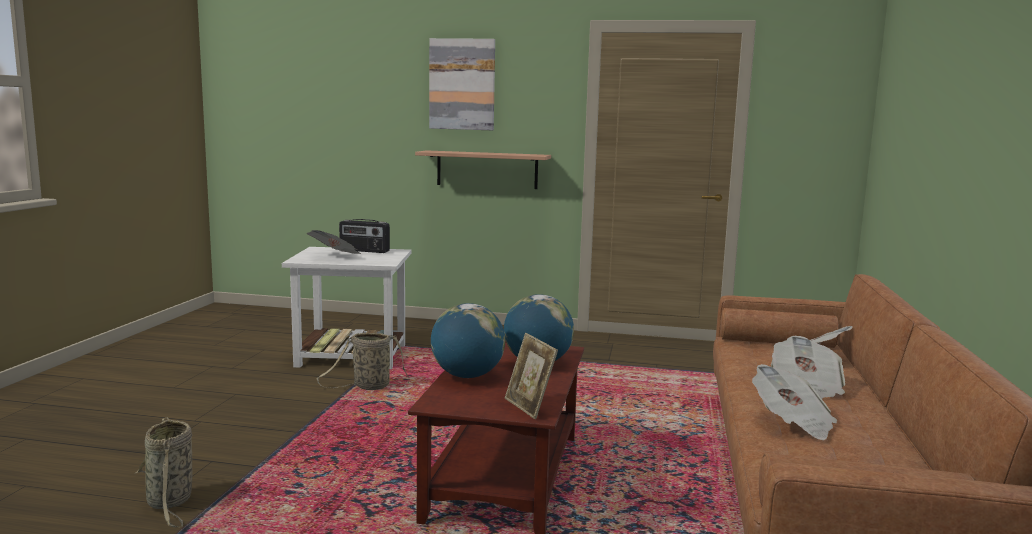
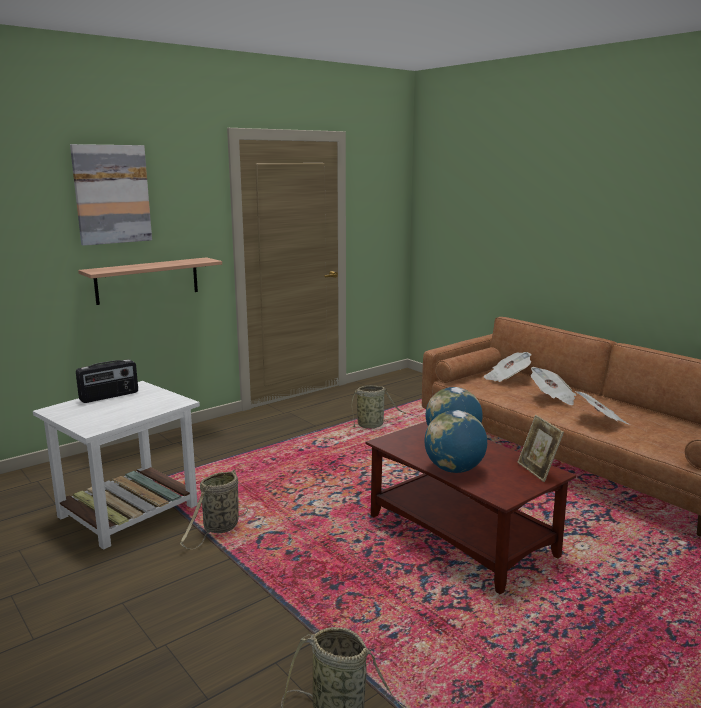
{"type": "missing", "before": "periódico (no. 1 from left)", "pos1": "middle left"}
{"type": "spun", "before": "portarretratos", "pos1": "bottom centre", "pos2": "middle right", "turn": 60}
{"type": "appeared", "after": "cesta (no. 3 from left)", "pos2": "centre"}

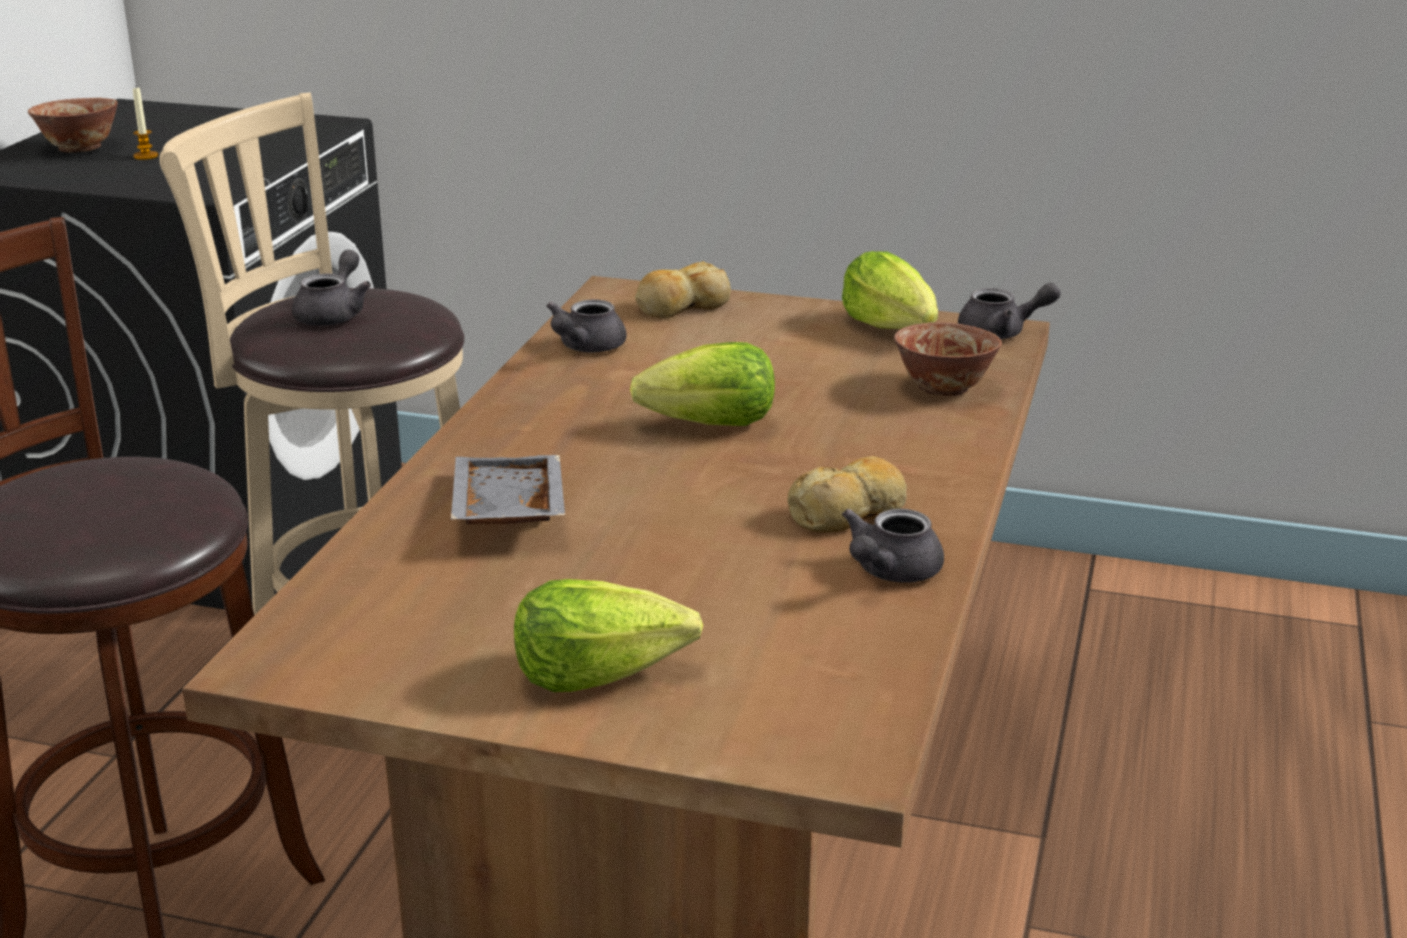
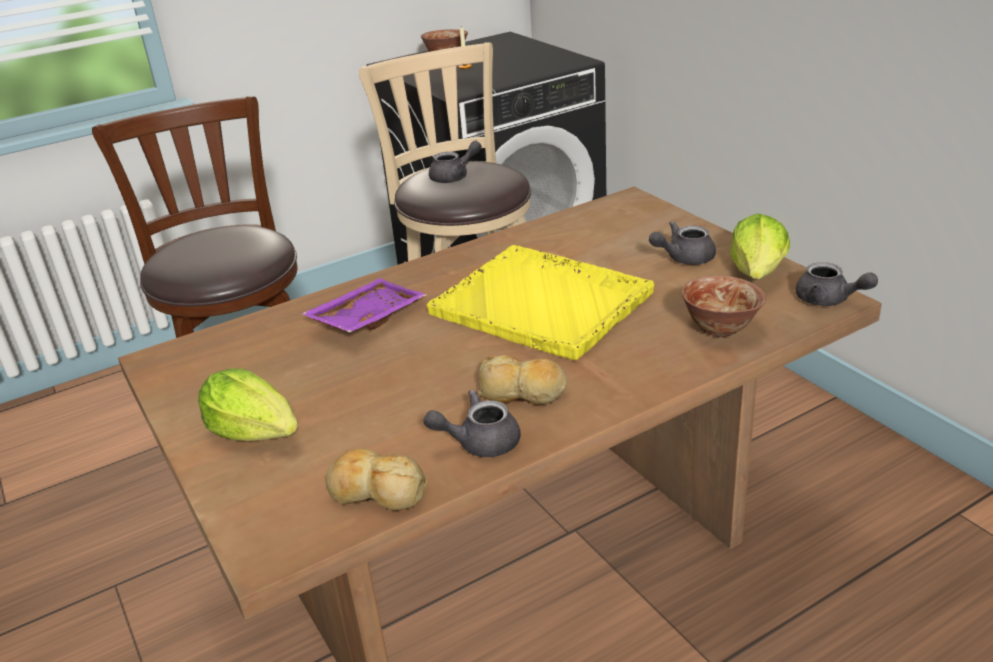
{"type": "colour", "before": "bandeja (gris)", "after": "bandeja (morado)", "pos1": "centre", "pos2": "centre"}
{"type": "relocated", "before": "tetera (gris) (no. 2 from left in the first image)", "after": "tetera (gris) (no. 3 from left)", "pos1": "centre", "pos2": "middle right"}
{"type": "exchanged", "before": "lechuga (no. 2 from left)", "after": "bandeja (amarillo)", "pos1": "centre", "pos2": "centre"}
{"type": "relocated", "before": "pan (no. 1 from left)", "pos1": "top centre", "pos2": "bottom centre"}

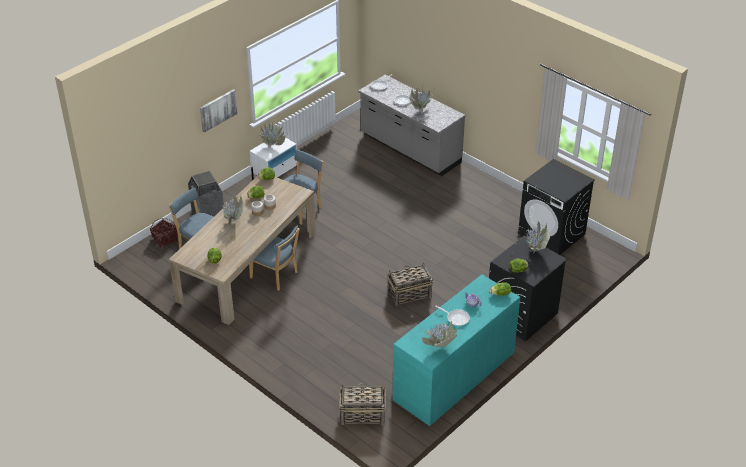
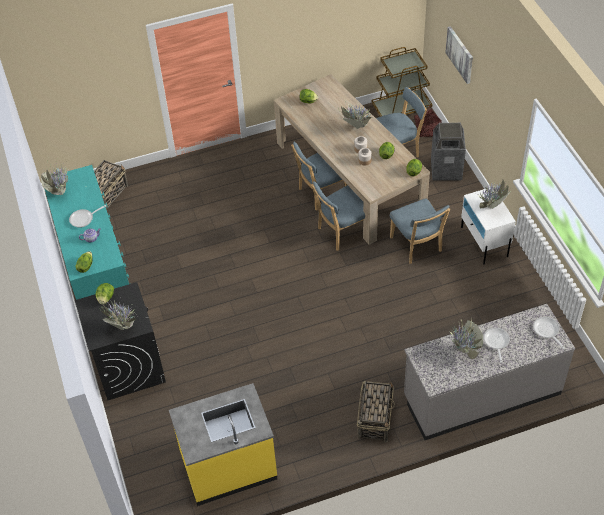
{"type": "relocated", "before": "cuadro", "pos1": "top left", "pos2": "top right"}
{"type": "relocated", "before": "cesta (no. 3 from left in the first image)", "after": "cesta (no. 2 from left)", "pos1": "centre", "pos2": "bottom centre"}
{"type": "exchanged", "before": "lavadora (negro) (no. 2 from left)", "after": "mueble bajo de cocina (amarillo)", "pos1": "middle right", "pos2": "bottom centre"}
{"type": "appeared", "after": "silla (azul) (no. 2 from left)", "pos2": "centre"}
{"type": "appeared", "after": "carrito (marrón)", "pos2": "top centre"}

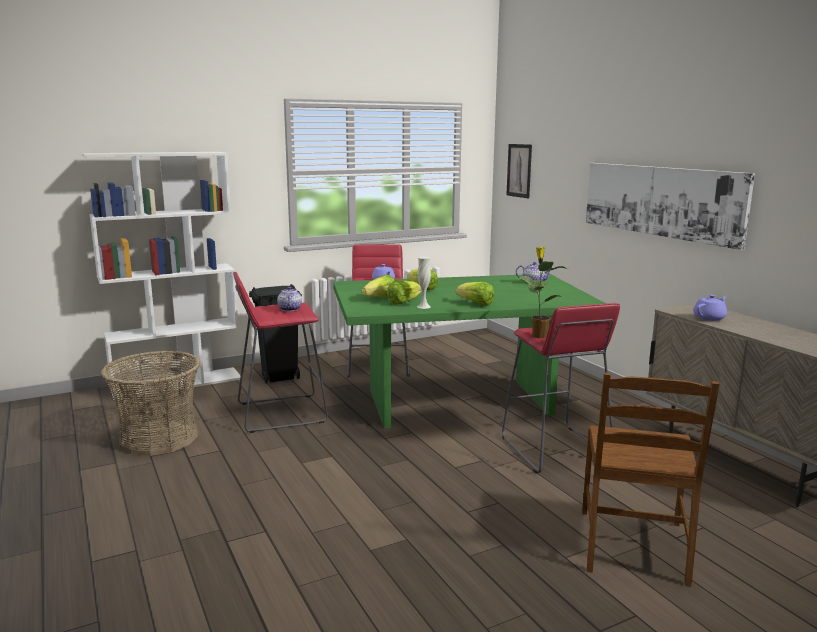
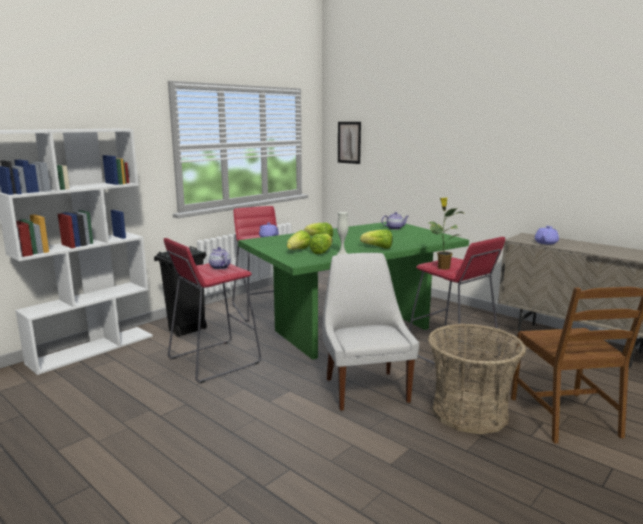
{"type": "relocated", "before": "cesta", "pos1": "middle left", "pos2": "bottom right"}
{"type": "missing", "before": "cuadro (no. 2 from left)", "pos1": "top right"}
{"type": "appeared", "after": "silla (blanco)", "pos2": "centre"}

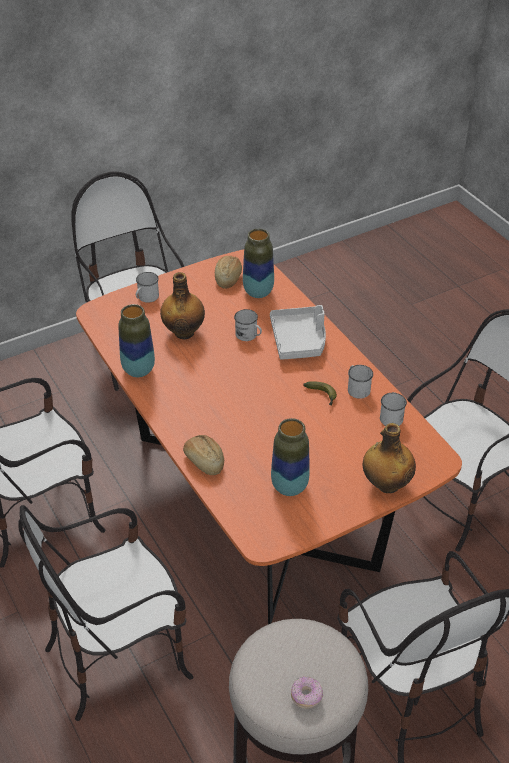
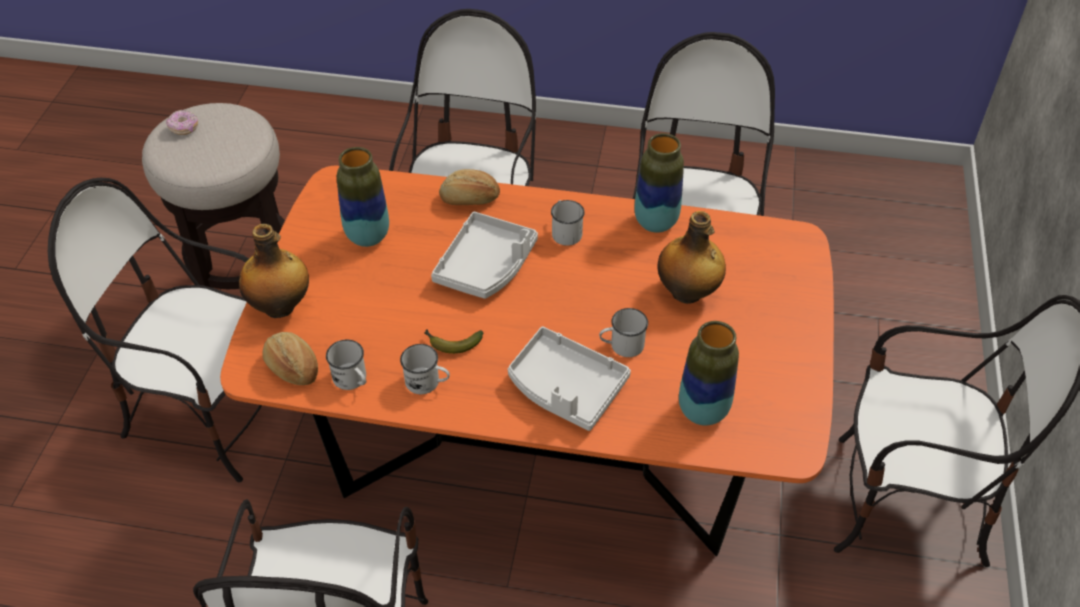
{"type": "relocated", "before": "taza grande (blanco) (no. 1 from left in the first image)", "after": "taza grande (blanco) (no. 3 from left)", "pos1": "middle left", "pos2": "centre"}
{"type": "relocated", "before": "pan (no. 2 from left in the first image)", "after": "pan (no. 1 from left)", "pos1": "centre", "pos2": "middle left"}
{"type": "appeared", "after": "bandeja (gris) (no. 1 from left)", "pos2": "centre"}

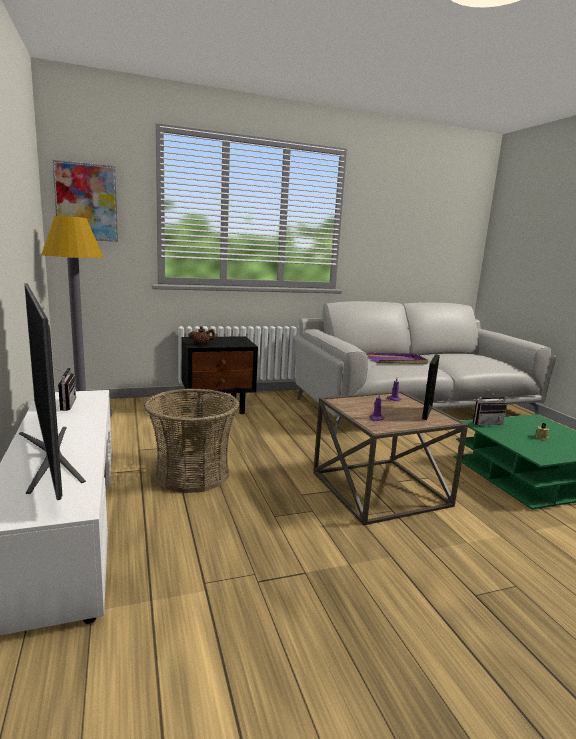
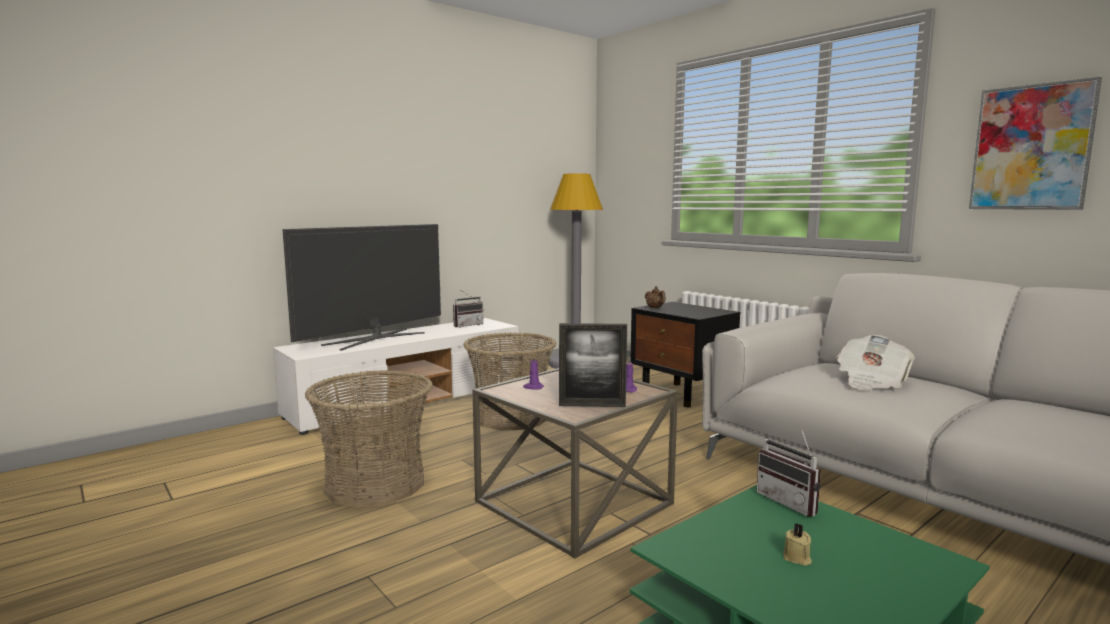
{"type": "relocated", "before": "cuadro", "pos1": "top left", "pos2": "top right"}
{"type": "exchanged", "before": "bandeja (morado)", "after": "periódico", "pos1": "middle right", "pos2": "middle right"}
{"type": "appeared", "after": "cesta (no. 1 from left)", "pos2": "bottom left"}

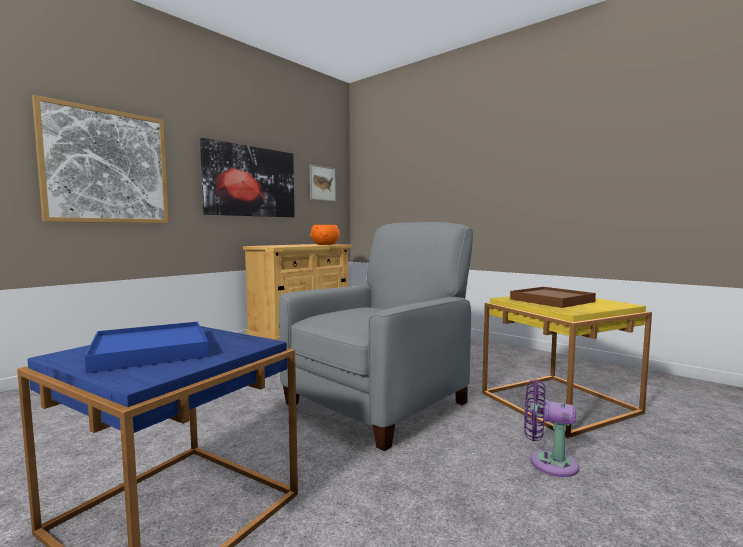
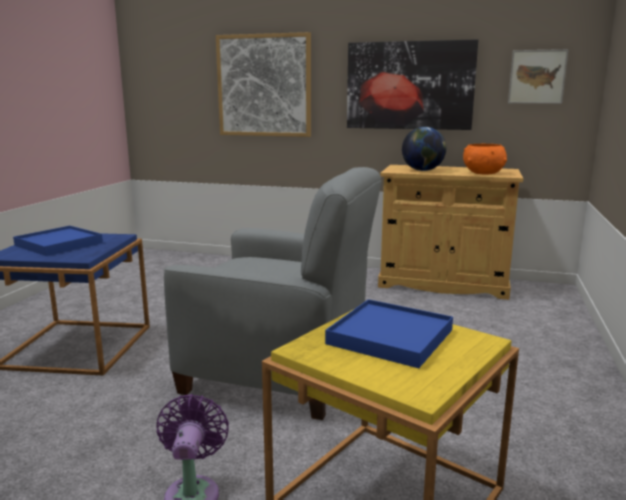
{"type": "colour", "before": "bandeja (marrón)", "after": "bandeja (azul) (no. 2 from left)", "pos1": "middle right", "pos2": "centre"}
{"type": "appeared", "after": "globo terráqueo", "pos2": "top right"}

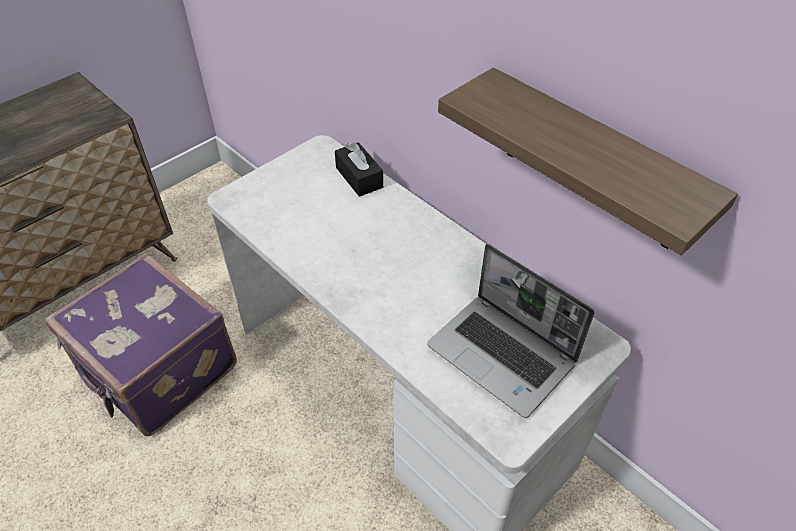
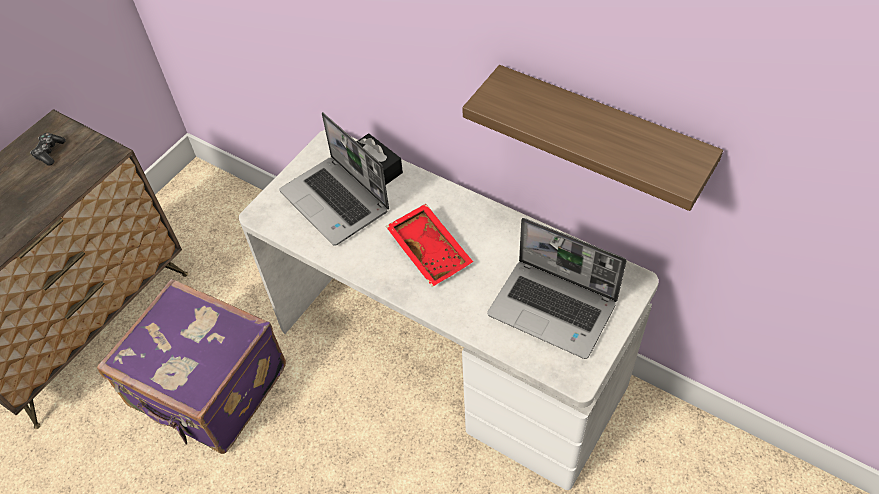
{"type": "appeared", "after": "mando de consola", "pos2": "top left"}
{"type": "appeared", "after": "portátil (no. 1 from left)", "pos2": "centre"}
{"type": "appeared", "after": "bandeja (rojo)", "pos2": "centre"}

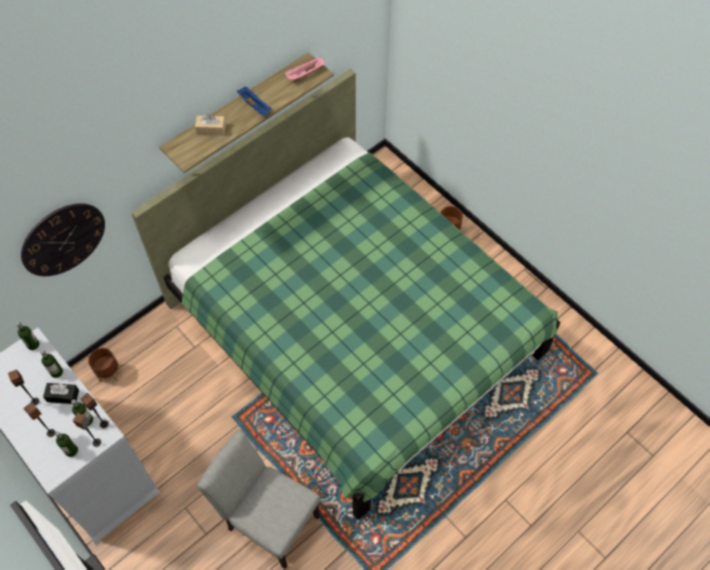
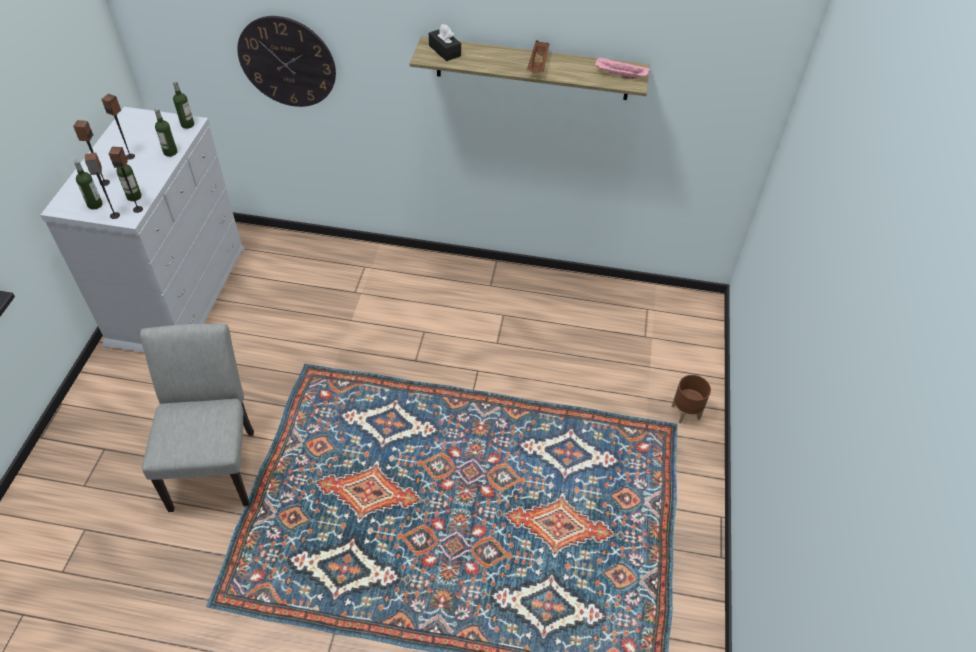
{"type": "relocated", "before": "caja de pañuelos (negro)", "pos1": "bottom left", "pos2": "top centre"}
{"type": "missing", "before": "maceta (marrón) (no. 1 from left)", "pos1": "middle left"}
{"type": "missing", "before": "cama (verde)", "pos1": "centre"}
{"type": "missing", "before": "caja de pañuelos (beis)", "pos1": "top left"}
{"type": "colour", "before": "bandeja (azul)", "after": "bandeja (marrón)", "pos1": "top centre", "pos2": "top centre"}

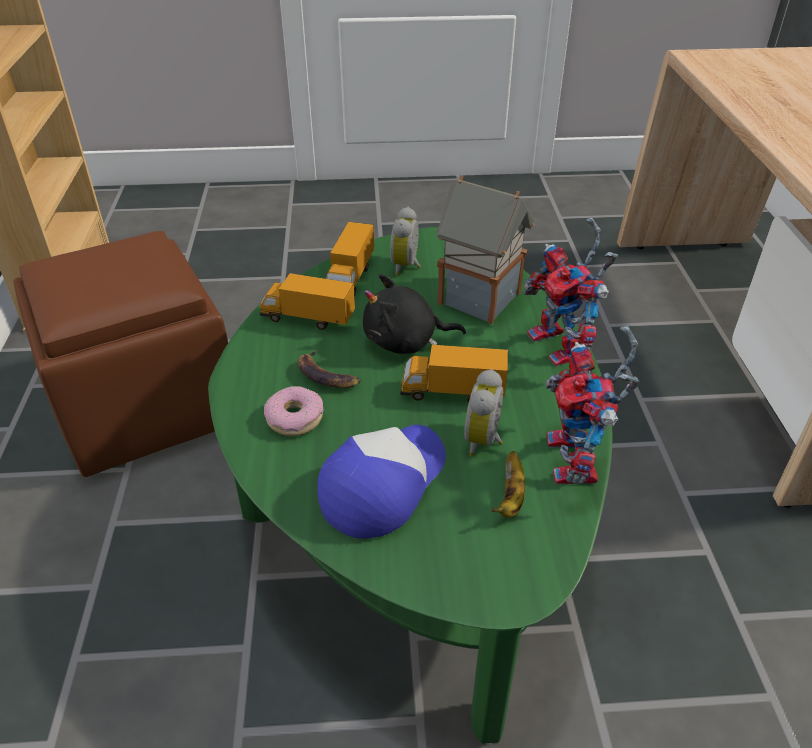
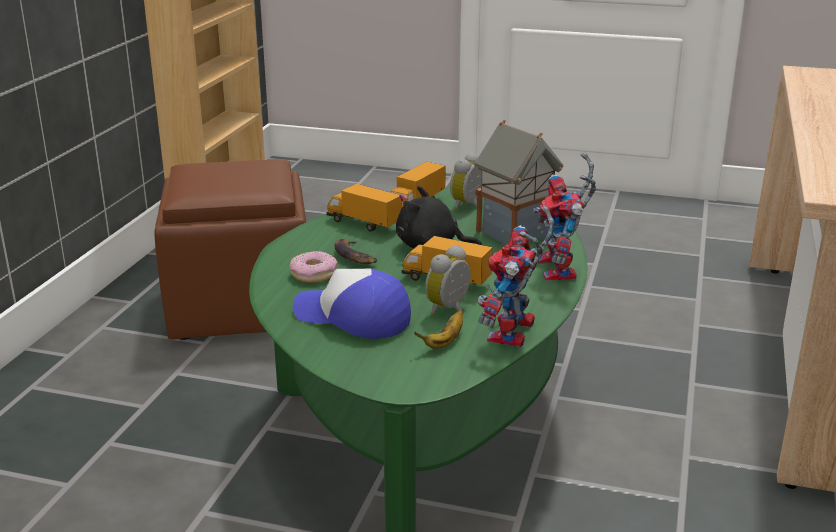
{"type": "spun", "before": "gorra", "pos1": "centre", "pos2": "centre", "turn": -120}

